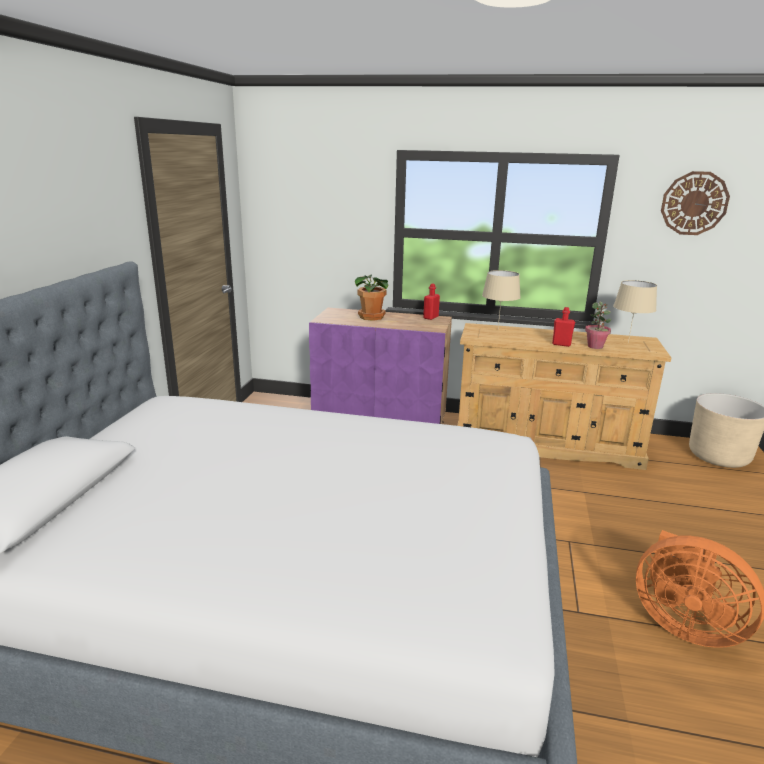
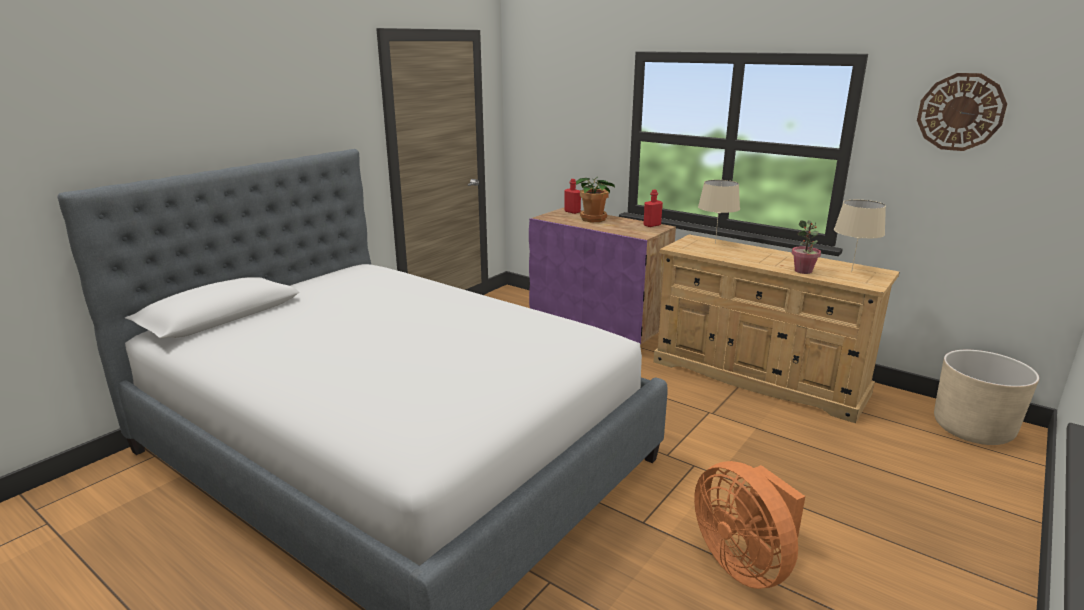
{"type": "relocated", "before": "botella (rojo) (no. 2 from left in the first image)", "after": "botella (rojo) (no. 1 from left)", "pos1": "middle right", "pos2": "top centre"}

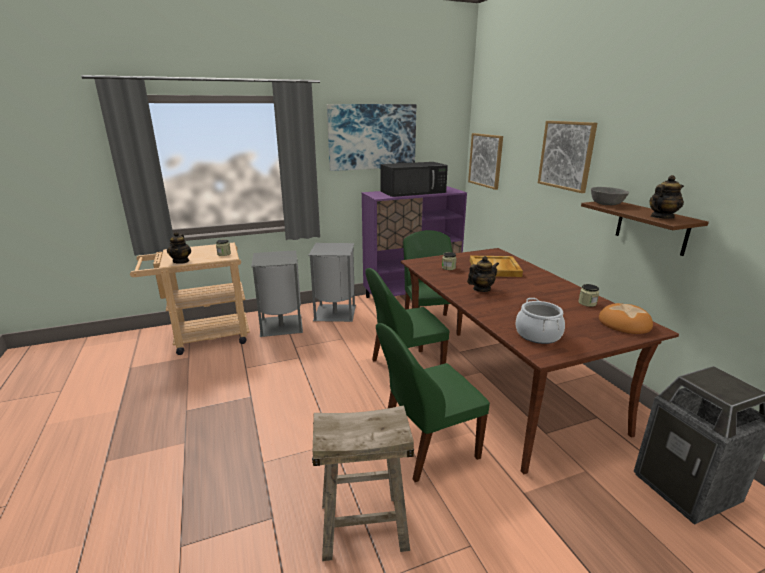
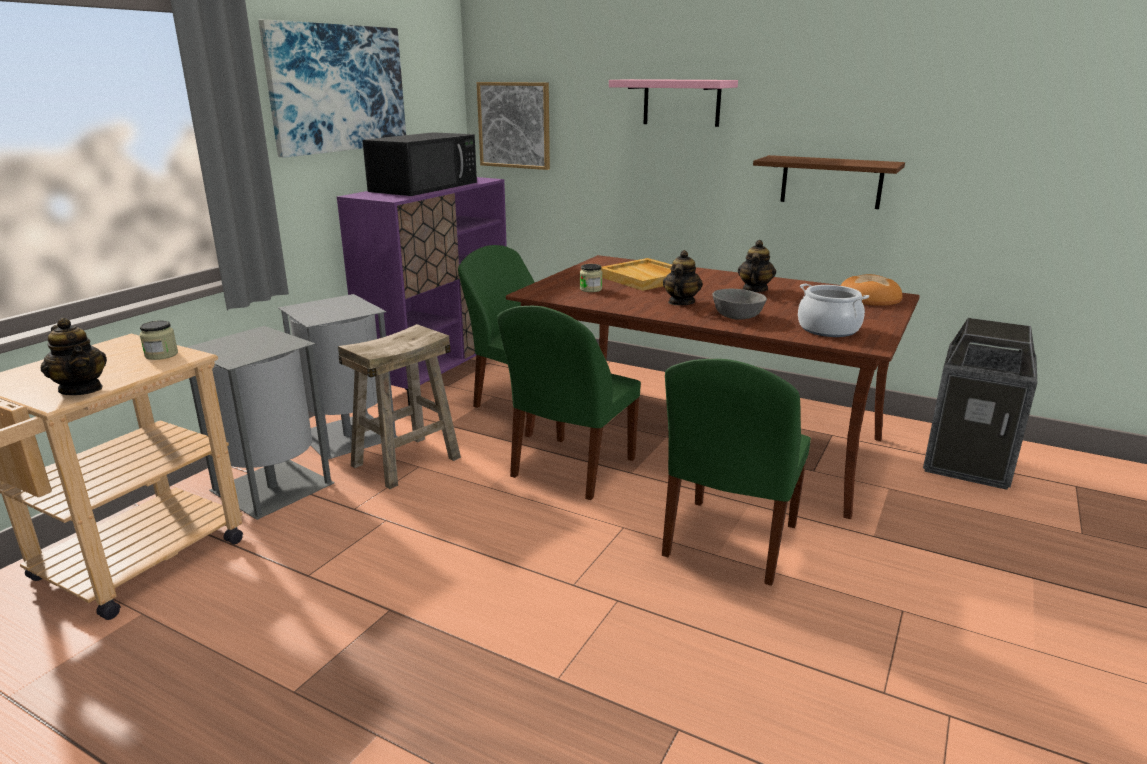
{"type": "relocated", "before": "taburete (beis)", "pos1": "bottom centre", "pos2": "centre"}
{"type": "exchanged", "before": "cuadro (no. 3 from left)", "after": "estante (rosa)", "pos1": "top right", "pos2": "top centre"}
{"type": "missing", "before": "tarro (no. 3 from left)", "pos1": "middle right"}
{"type": "relocated", "before": "cuenco (gris)", "pos1": "middle right", "pos2": "centre"}
{"type": "relocated", "before": "tetera (no. 3 from left)", "pos1": "middle right", "pos2": "centre"}

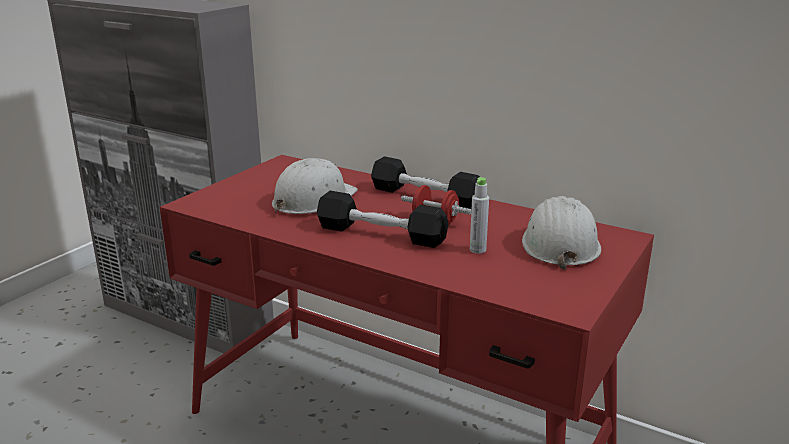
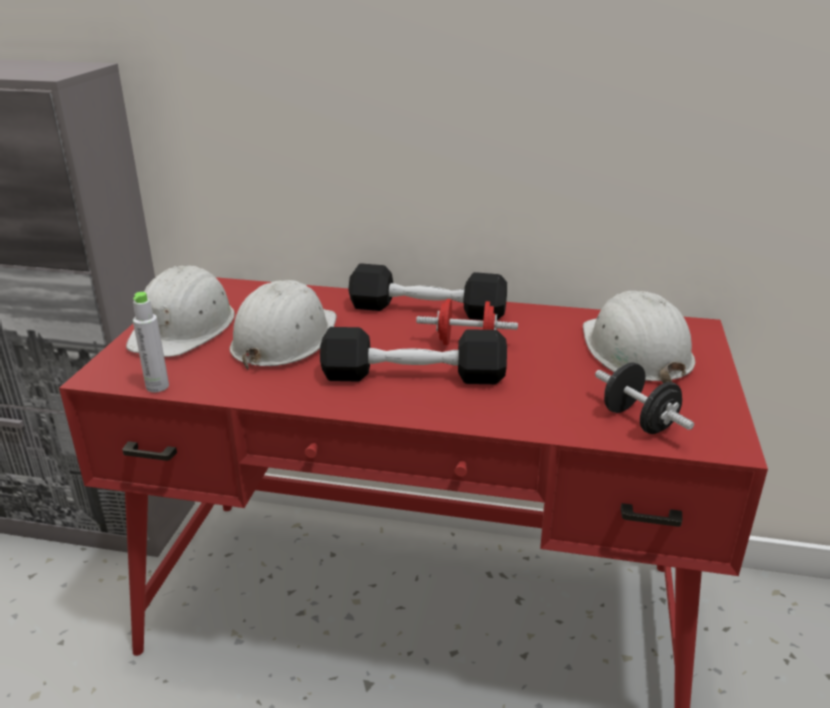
{"type": "relocated", "before": "botella (gris)", "pos1": "centre", "pos2": "middle left"}
{"type": "appeared", "after": "casco (blanco) (no. 1 from left)", "pos2": "middle left"}
{"type": "appeared", "after": "mancuerna (negro) (no. 3 from left)", "pos2": "middle right"}

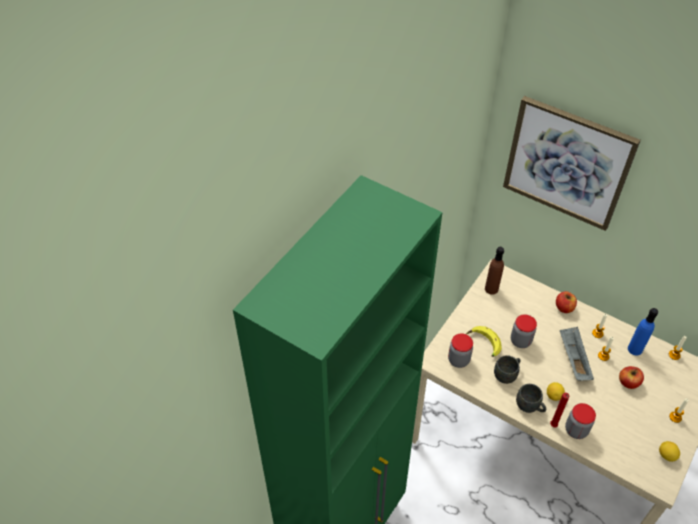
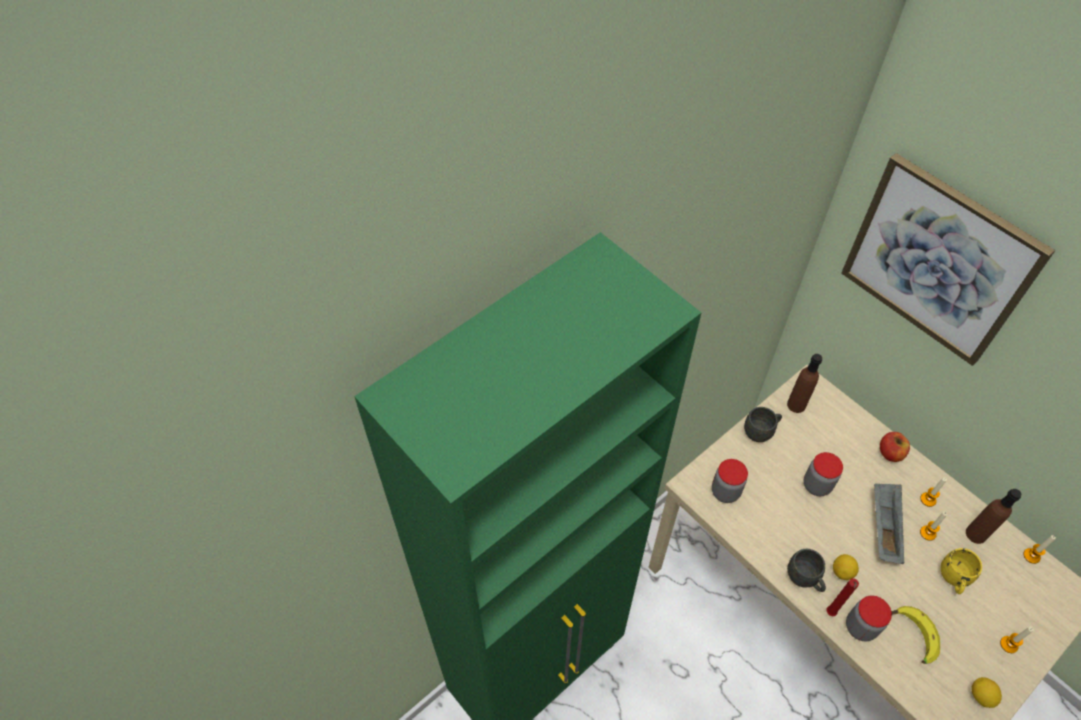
{"type": "relocated", "before": "plátano", "pos1": "middle right", "pos2": "bottom right"}
{"type": "relocated", "before": "taza grande (gris) (no. 1 from left)", "pos1": "bottom right", "pos2": "middle right"}
{"type": "exchanged", "before": "manzana (no. 2 from left)", "after": "taza grande (amarillo)", "pos1": "bottom right", "pos2": "bottom right"}
{"type": "colour", "before": "botella (azul)", "after": "botella (marrón) (no. 2 from left)", "pos1": "middle right", "pos2": "bottom right"}

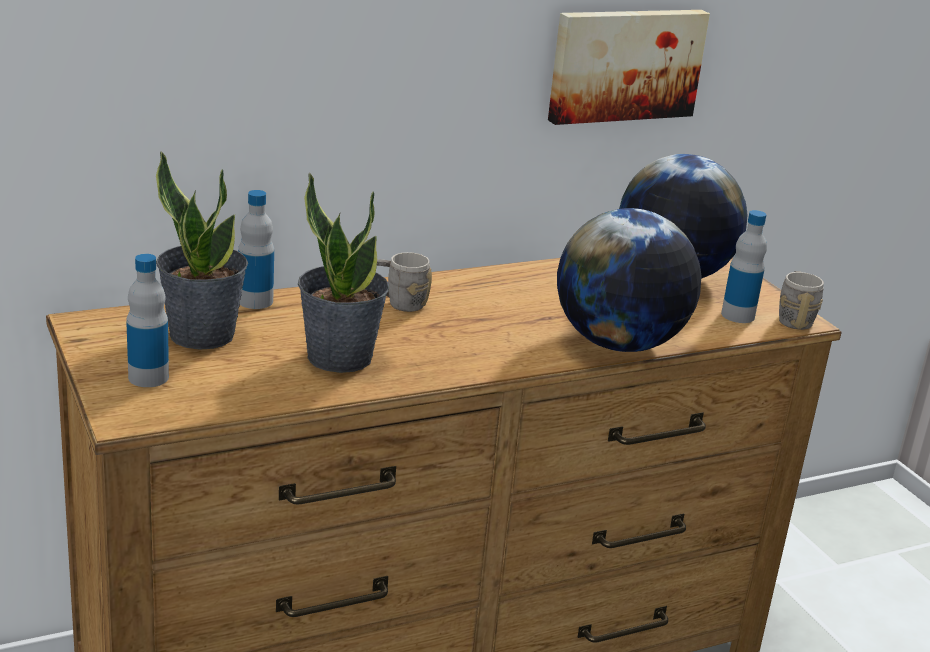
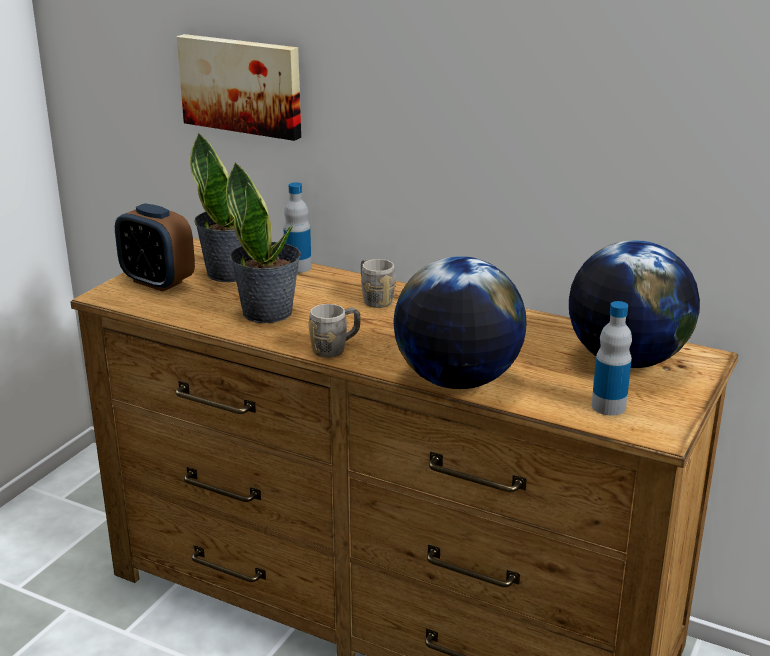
{"type": "exchanged", "before": "botella (no. 1 from left)", "after": "despertador", "pos1": "middle left", "pos2": "middle left"}
{"type": "relocated", "before": "cuadro", "pos1": "top right", "pos2": "top left"}
{"type": "relocated", "before": "taza grande (gris) (no. 2 from left in the first image)", "after": "taza grande (gris) (no. 1 from left)", "pos1": "middle right", "pos2": "centre"}

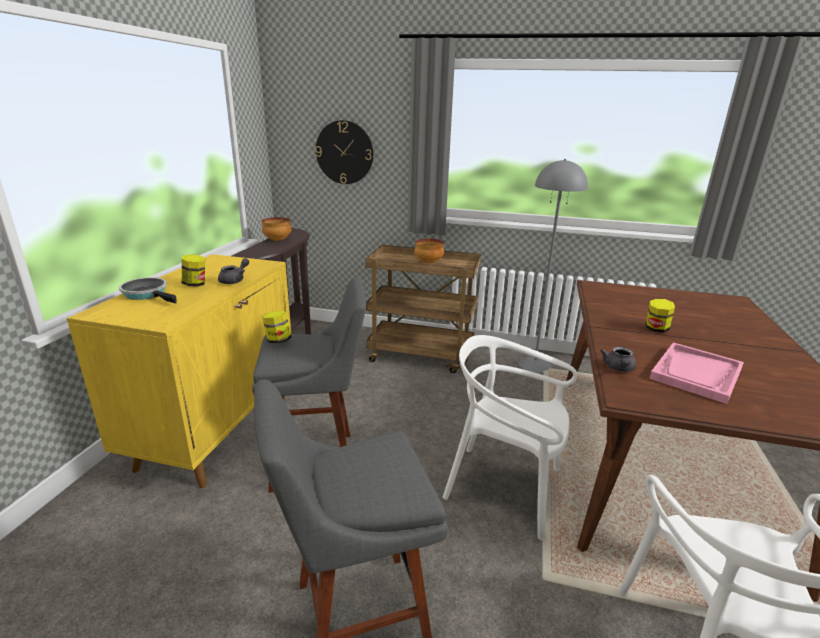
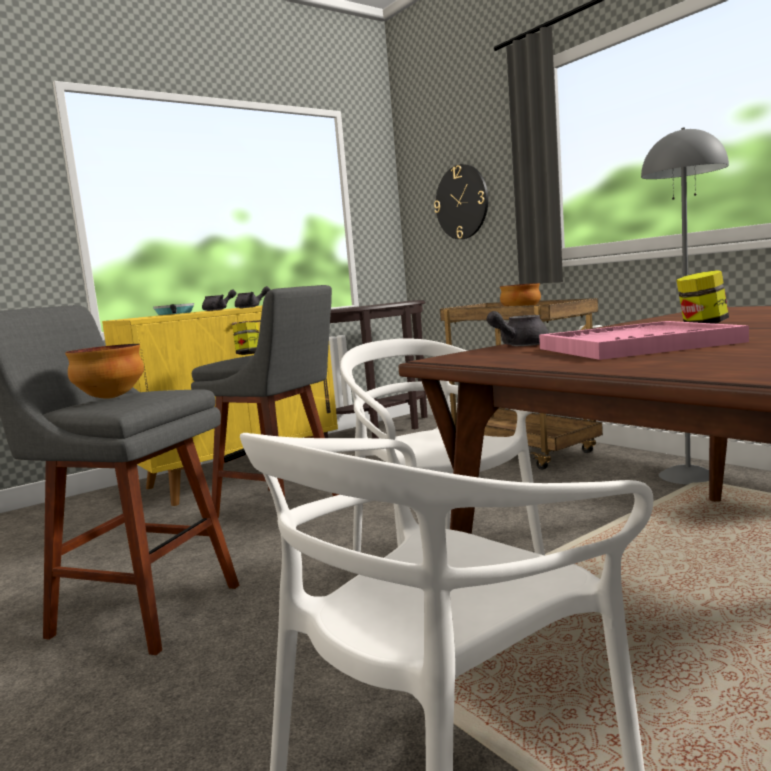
{"type": "exchanged", "before": "tarro (no. 1 from left)", "after": "tetera (gris) (no. 1 from left)", "pos1": "middle left", "pos2": "middle left"}
{"type": "relocated", "before": "cuenco (no. 1 from left)", "pos1": "centre", "pos2": "middle left"}

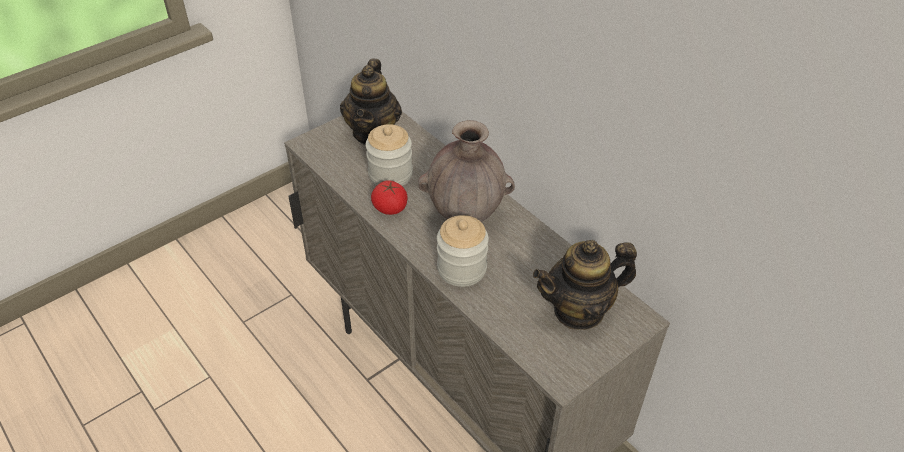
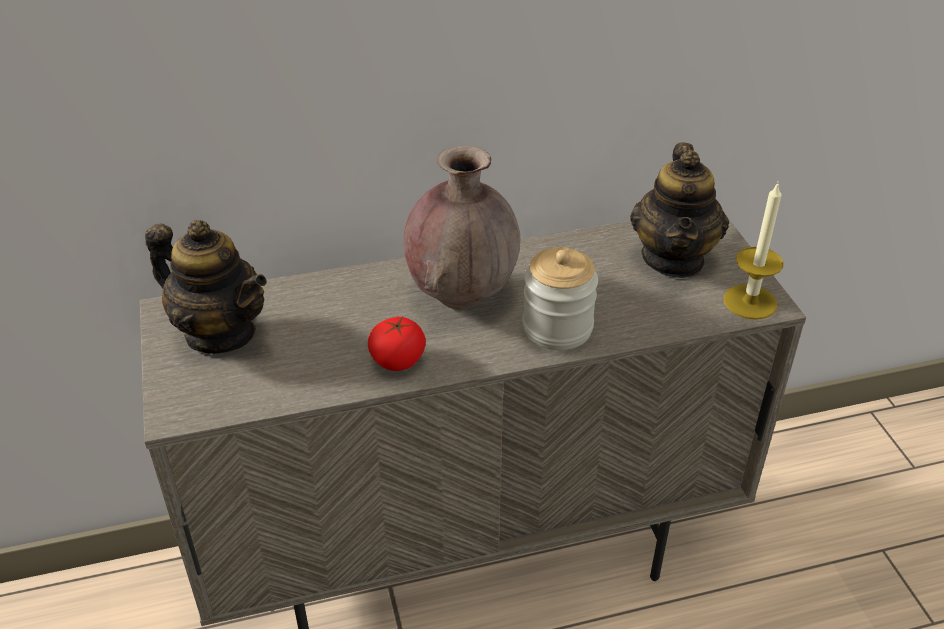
{"type": "missing", "before": "tarro (no. 1 from left)", "pos1": "centre"}
{"type": "appeared", "after": "vela", "pos2": "middle right"}

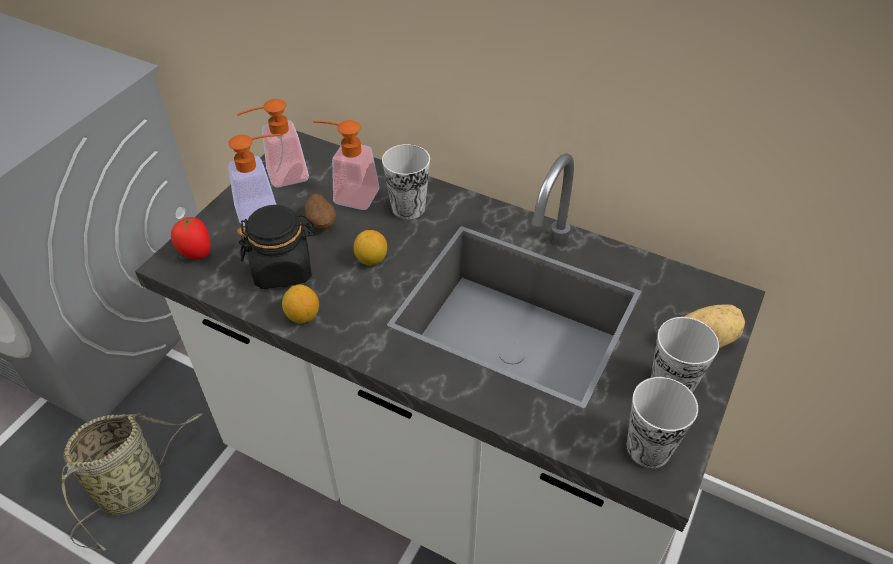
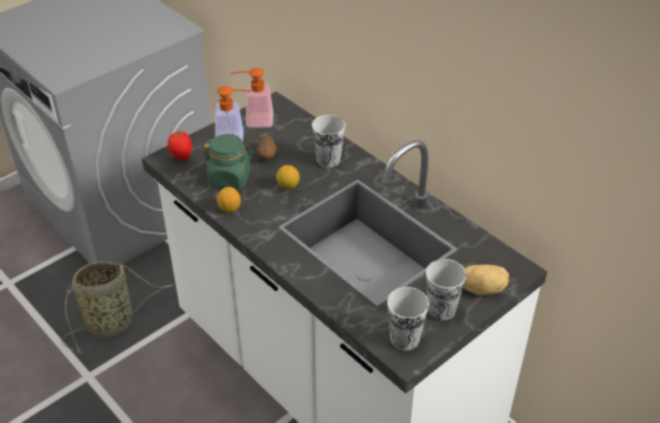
{"type": "colour", "before": "tarro (negro)", "after": "tarro (verde)", "pos1": "middle left", "pos2": "centre"}
{"type": "missing", "before": "dispensador de jabón (no. 3 from left)", "pos1": "top centre"}

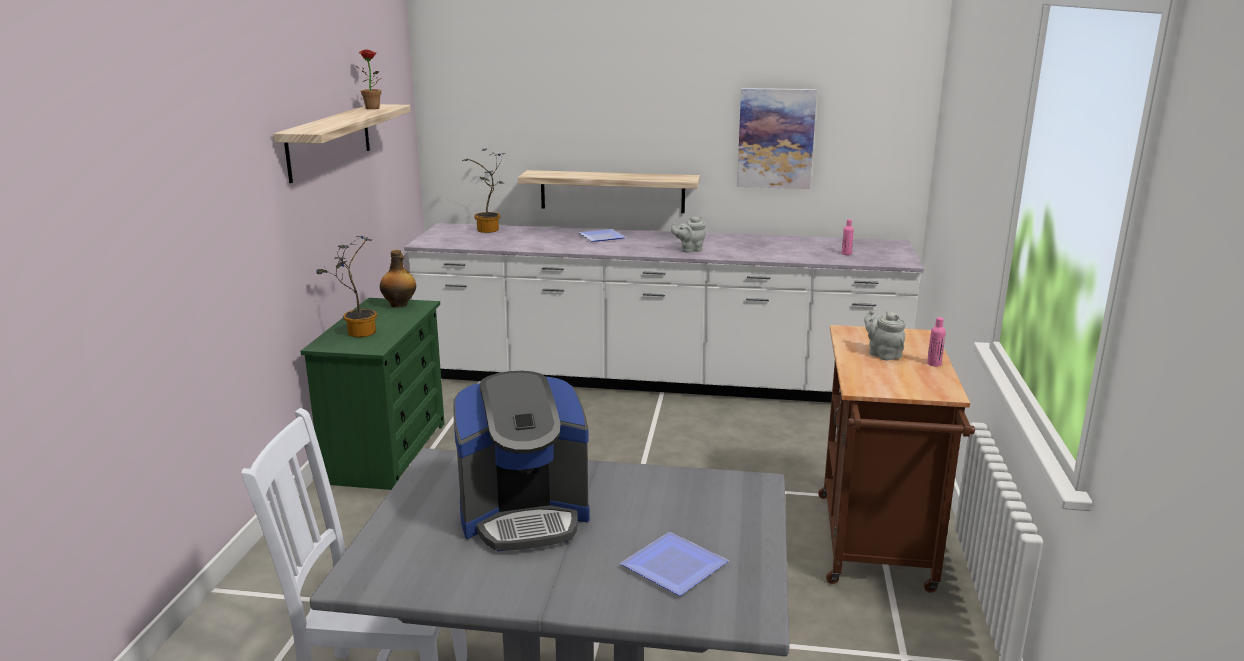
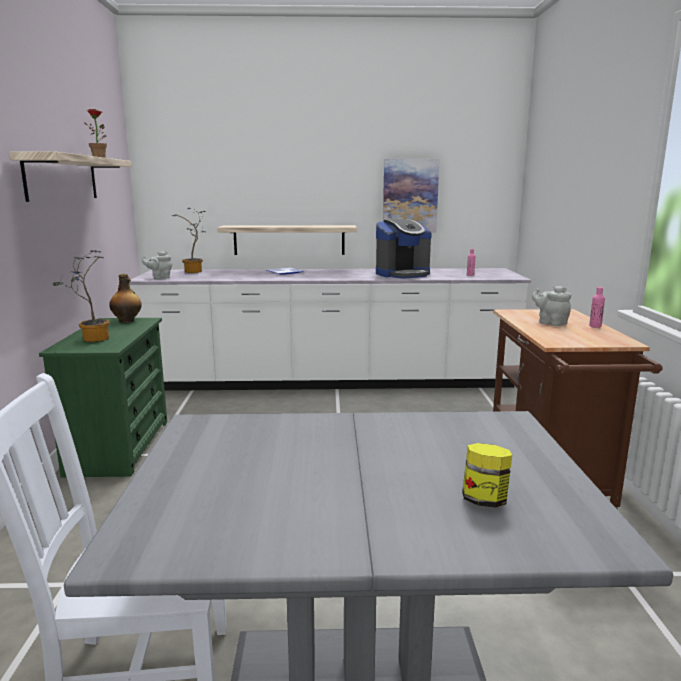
{"type": "relocated", "before": "cafetera", "pos1": "bottom centre", "pos2": "centre"}
{"type": "exchanged", "before": "plato (no. 2 from left)", "after": "tarro", "pos1": "bottom centre", "pos2": "bottom right"}
{"type": "relocated", "before": "tetera (gris) (no. 1 from left)", "pos1": "centre", "pos2": "middle left"}

